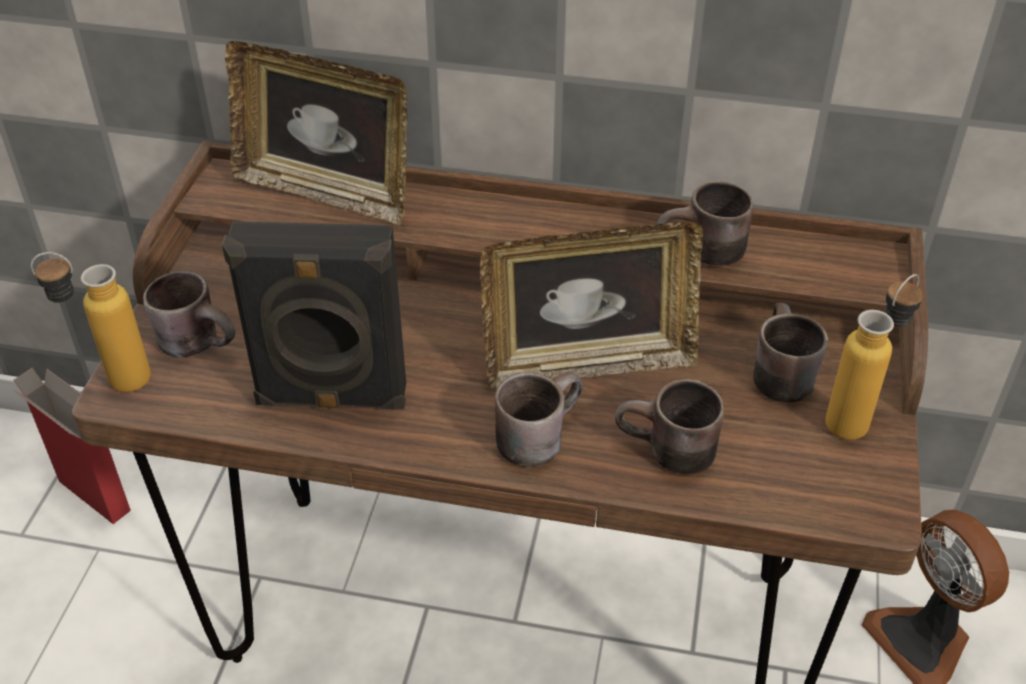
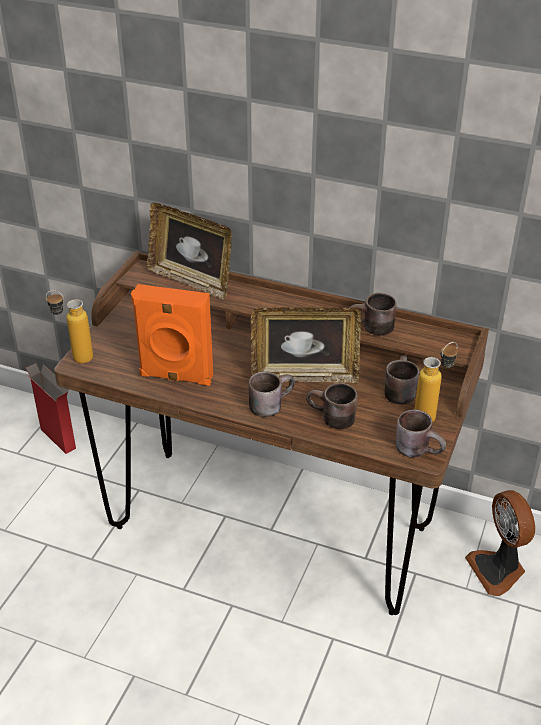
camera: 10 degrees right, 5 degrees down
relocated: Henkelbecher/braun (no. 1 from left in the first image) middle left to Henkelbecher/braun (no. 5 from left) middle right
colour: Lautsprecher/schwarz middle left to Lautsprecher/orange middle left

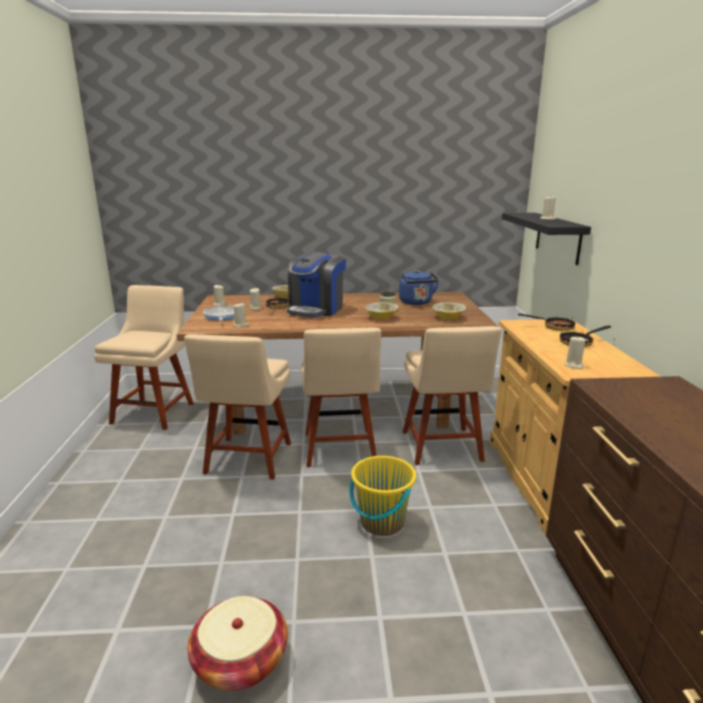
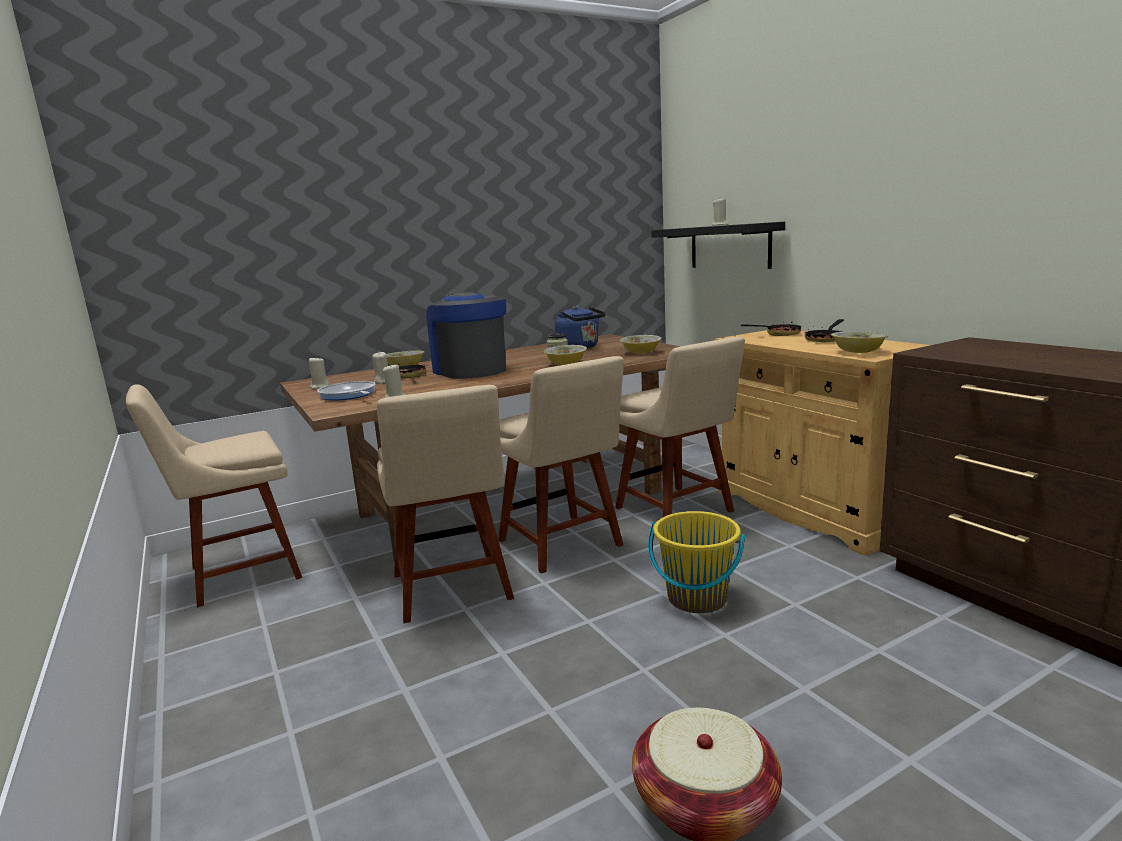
camera: 25 degrees left, 5 degrees down
exchanged: Kerze/beige (no. 5 from left) middle right to Schüssel (no. 4 from left) middle right
spun: Stuhl/beige (no. 1 from left) middle left = middle left 105 degrees counterclockwise; Kaffeemaschine centre = centre 150 degrees clockwise

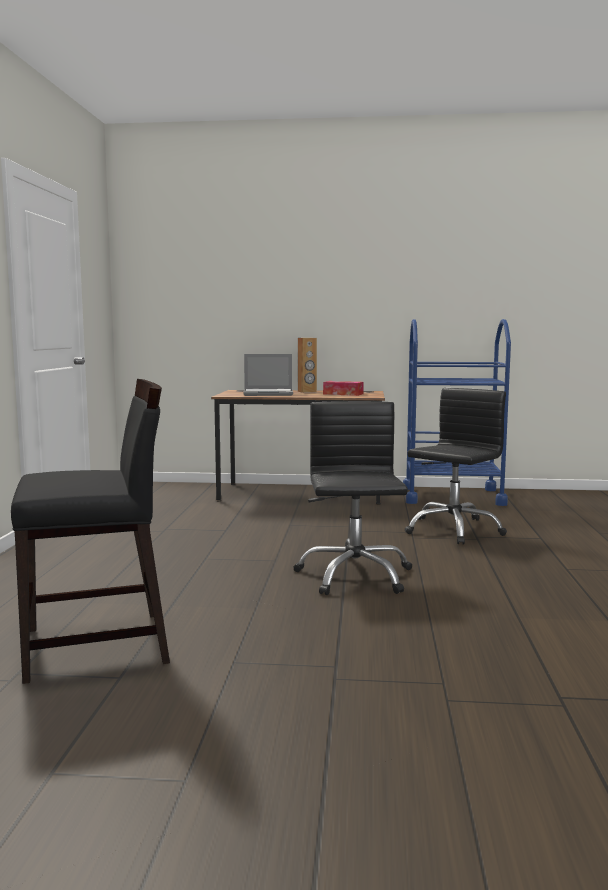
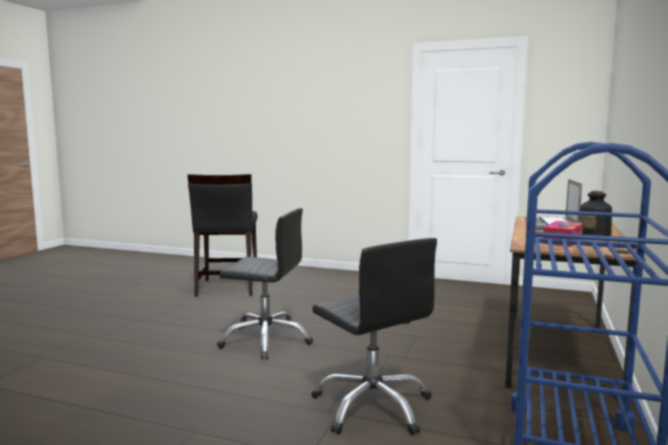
camera: 105 degrees right, 0 degrees up
exchanged: Lautsprecher/braun centre to Flasche middle right

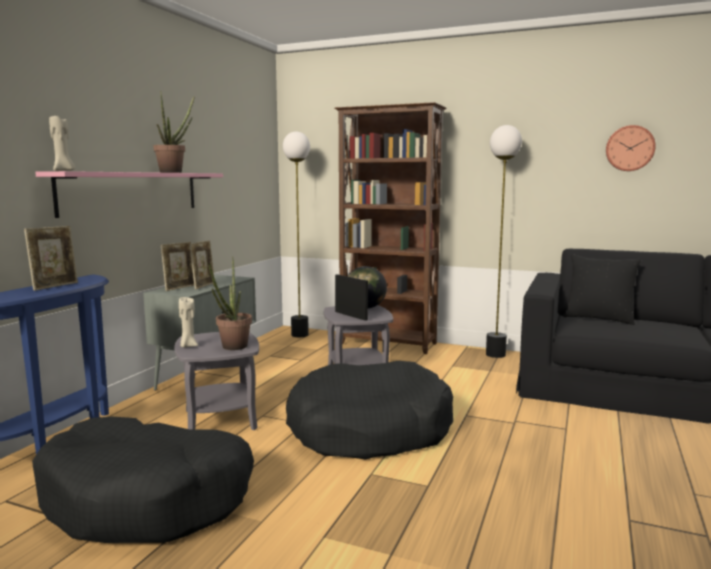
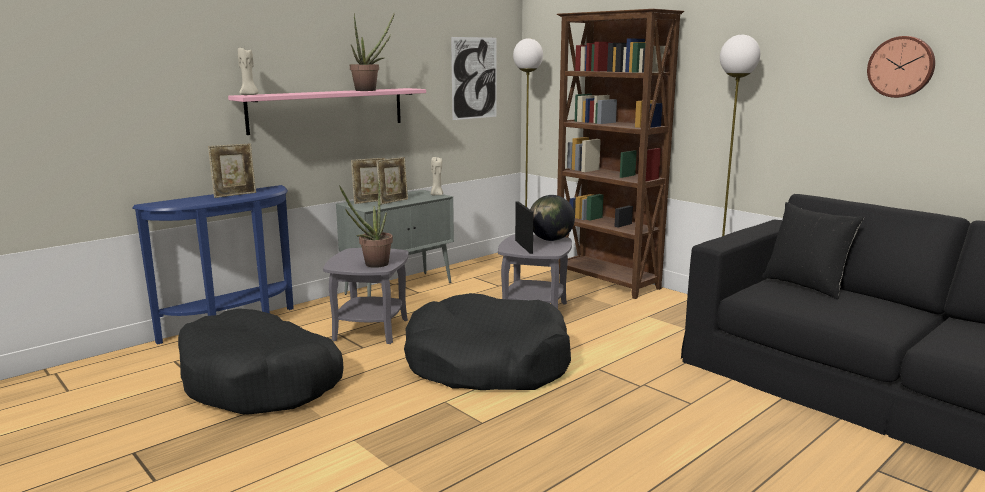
camera: 25 degrees right, 5 degrees up
appeared: Bild top centre
relocated: Kerze/beige (no. 2 from left) middle left to centre

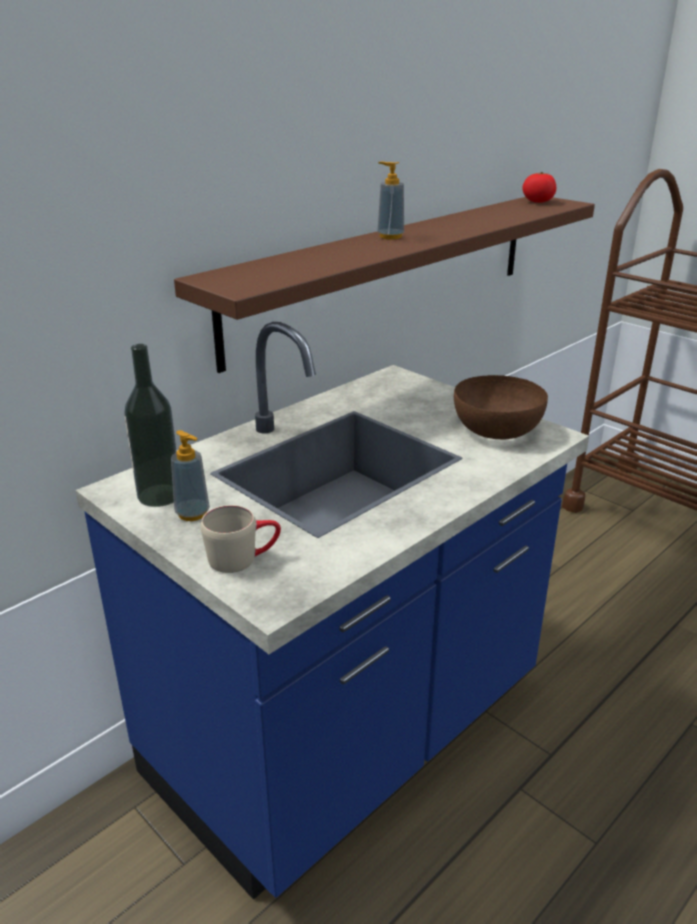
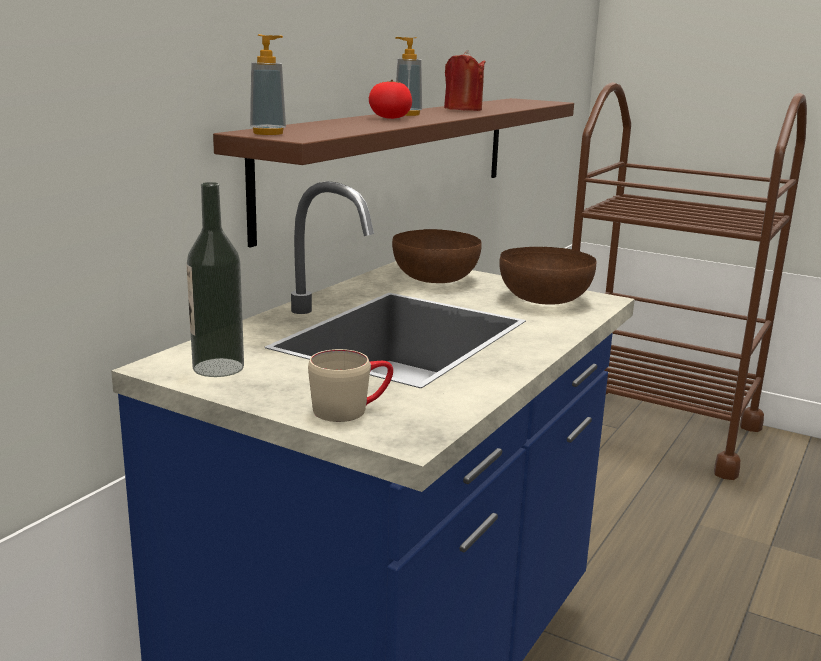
camera: 15 degrees left, 10 degrees down
appeared: Schüssel/braun (no. 1 from left) centre; Kerze/rot top centre
relocated: Seifenspender (no. 1 from left) middle left to top left; Tomate top right to top centre

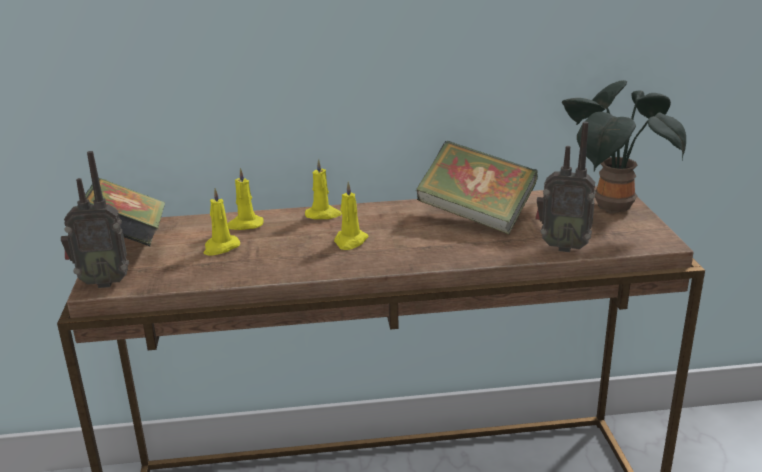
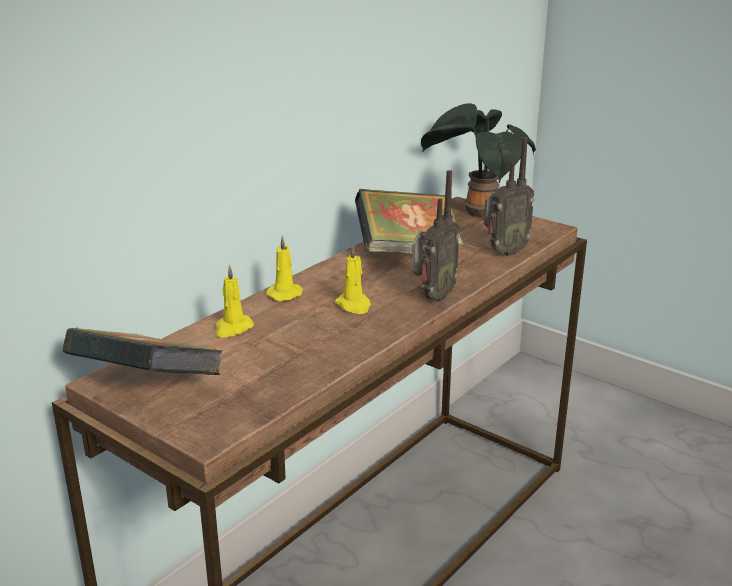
camera: 45 degrees left, 0 degrees up
missing: Kerze/gelb (no. 1 from left) middle left
relocated: Radio (no. 1 from left) middle left to centre

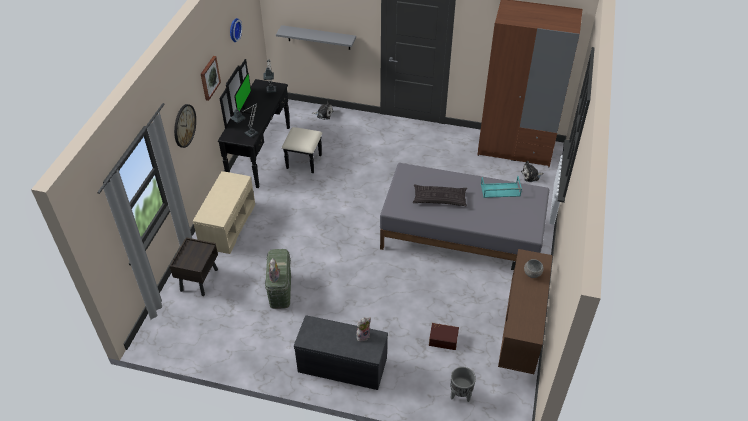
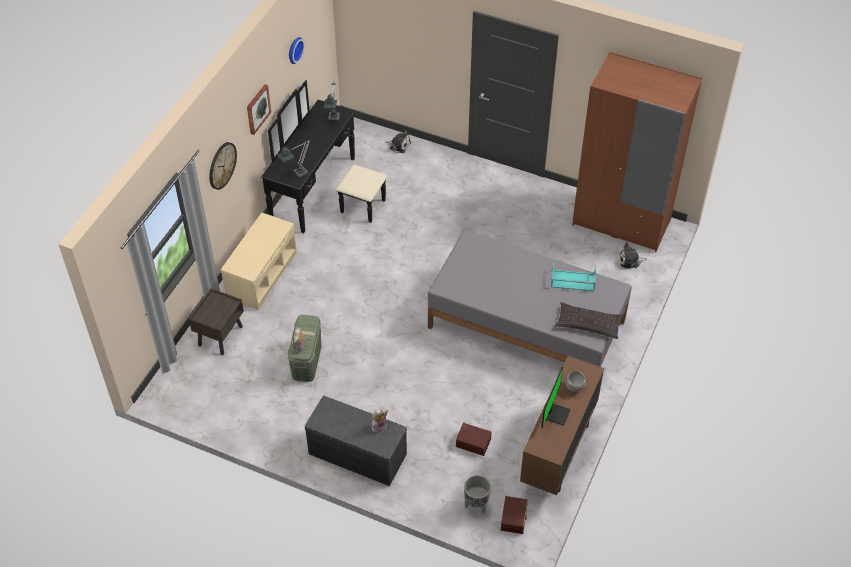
camera: 10 degrees right, 5 degrees up
missing: Wandregal/grau top centre
appeared: Aufbewahrungsbox/braun (no. 2 from left) bottom centre
relocated: Monitor top left to bottom centre; Kissen centre to middle right

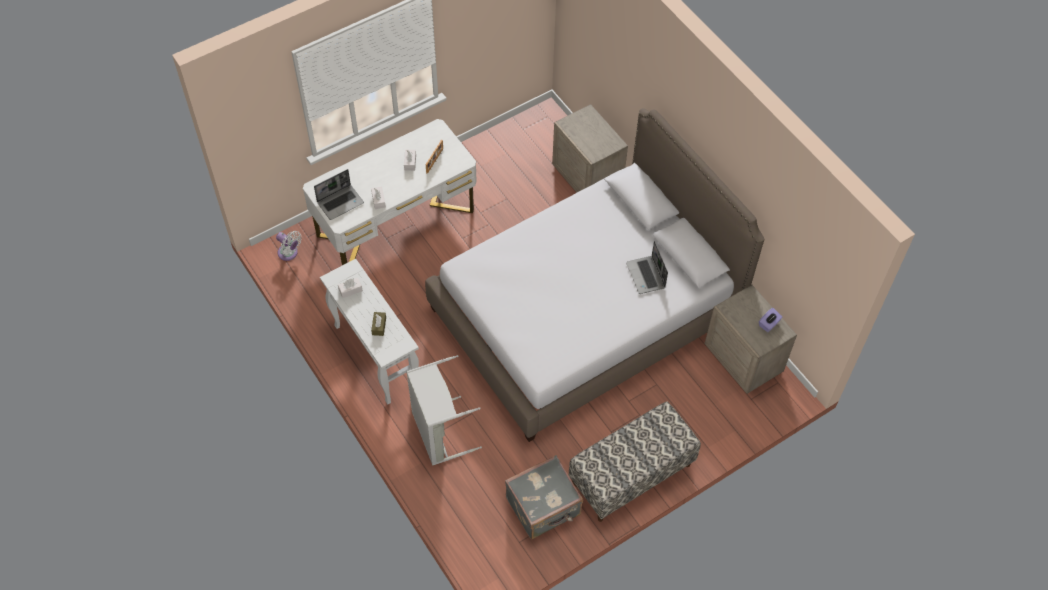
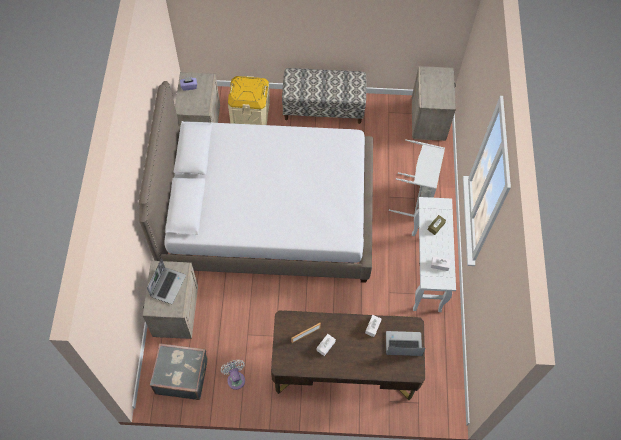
camera: 145 degrees left, 5 degrees up
appeared: Aufbewahrungsbox/beige top centre; Nachttisch/beige (no. 3 from left) top right
relocated: Laptop (no. 2 from left in the first image) centre to Laptop (no. 1 from left) middle left; Koffer/grau bottom centre to bottom left; Ventilator/weiß middle left to bottom centre
colour: Schreibtisch/weiß top centre to Schreibtisch/braun bottom centre

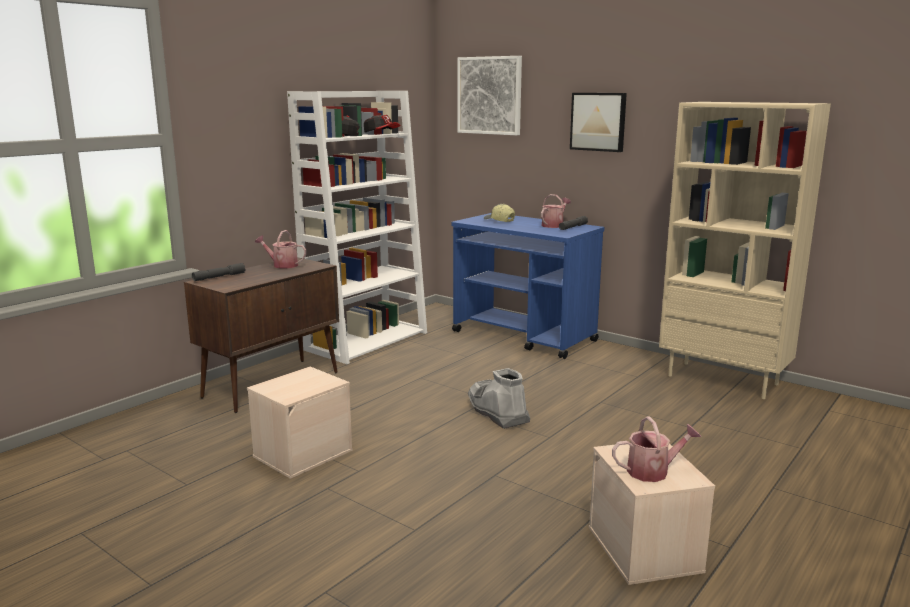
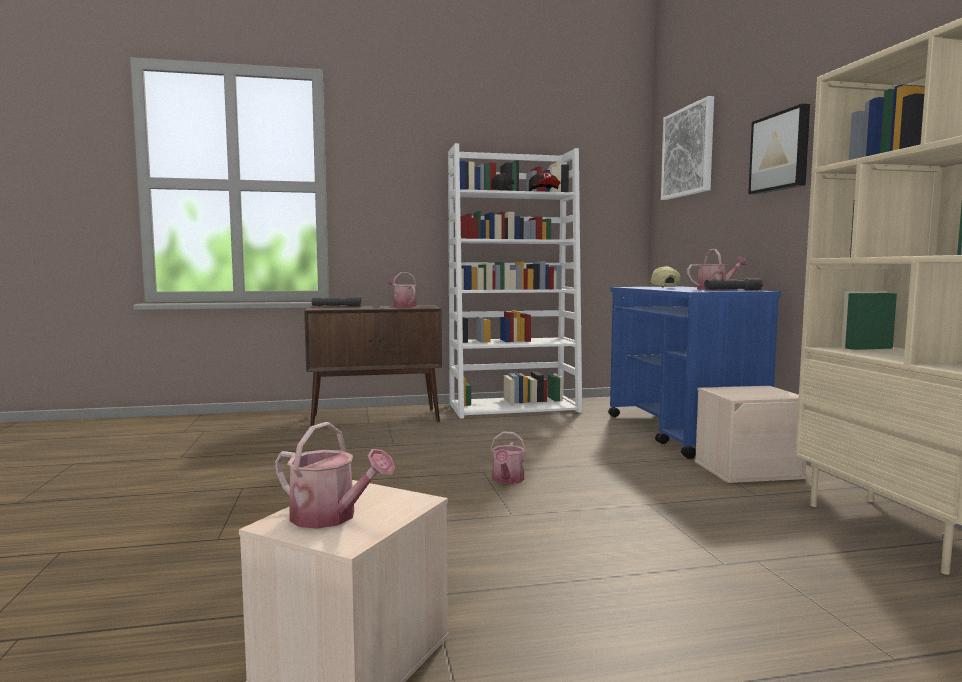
camera: 40 degrees right, 10 degrees down
relocated: Aufbewahrungsbox/beige (no. 1 from left in the first image) bottom left to Aufbewahrungsbox/beige (no. 2 from left) middle right
exchanged: Stiefel/grau centre to Gießkanne (no. 3 from left) bottom centre

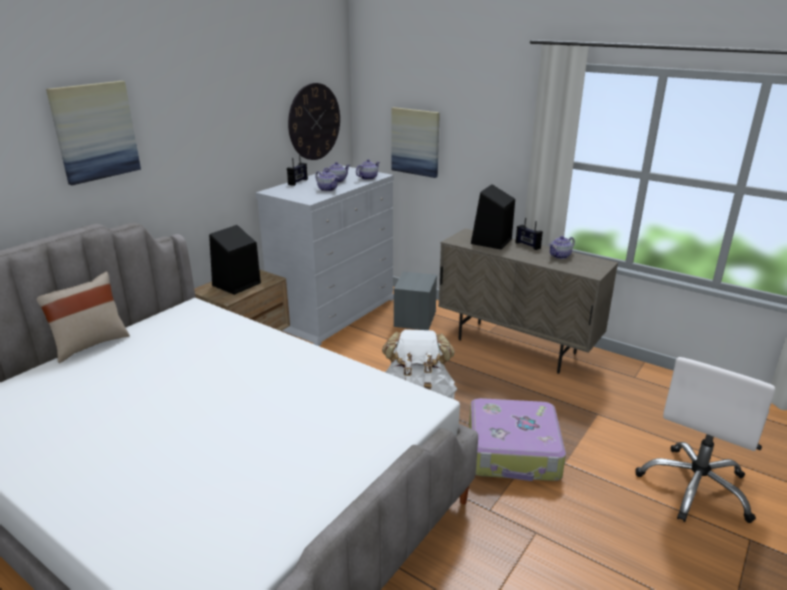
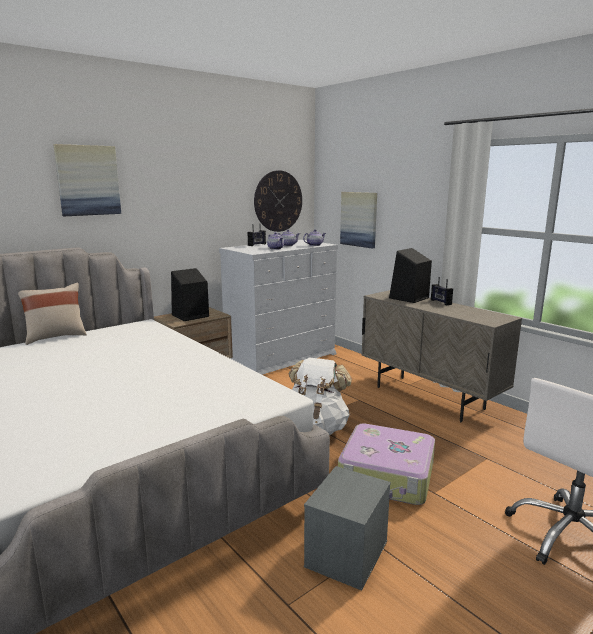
camera: 15 degrees right, 10 degrees down
missing: Teekanne (no. 4 from left) middle right
relocated: Aufbewahrungsbox/grau centre to bottom centre

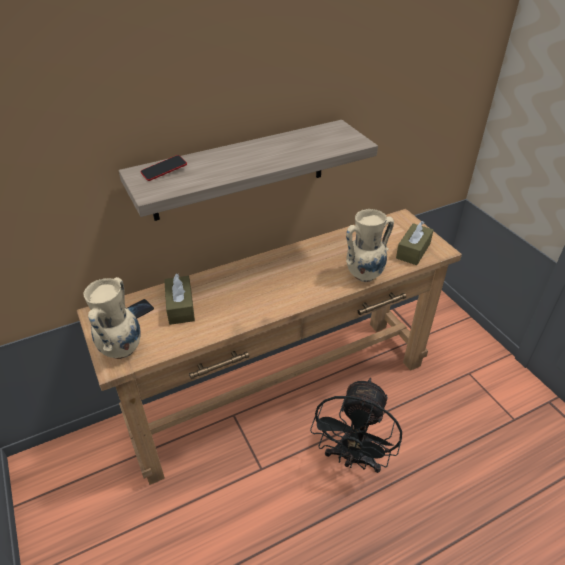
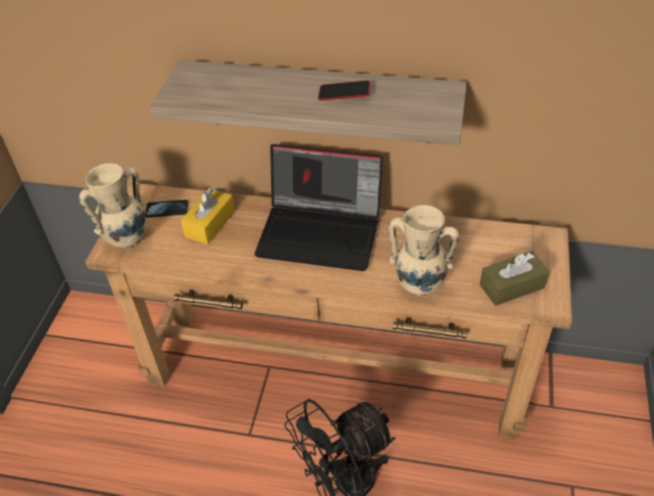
camera: 40 degrees right, 5 degrees up
appeared: Laptop centre
relocated: Handy (no. 2 from left) top left to top centre
colour: Taschentuchbox/braun (no. 1 from left) middle left to Taschentuchbox/gelb middle left

